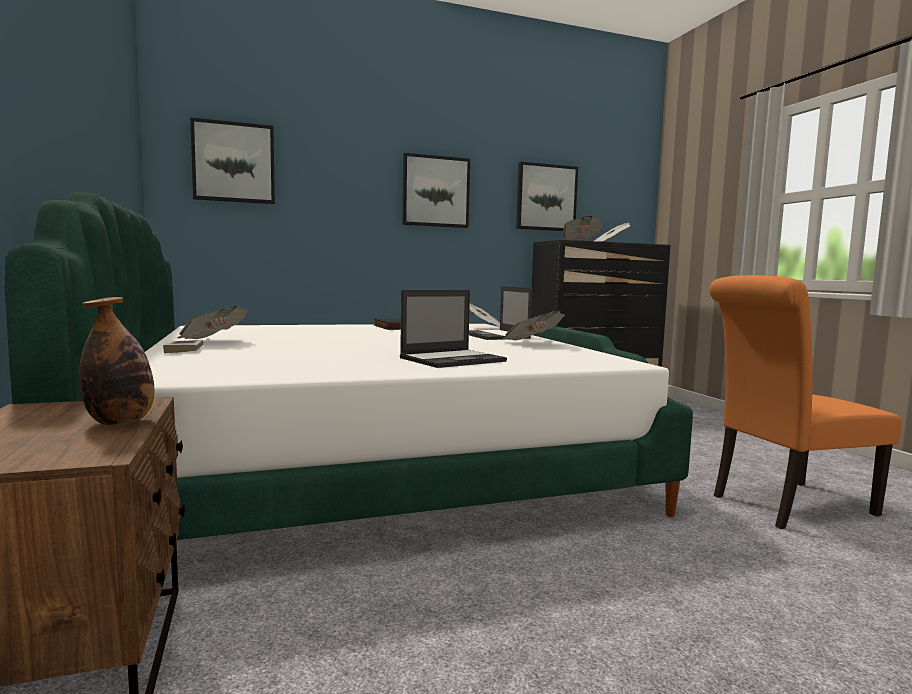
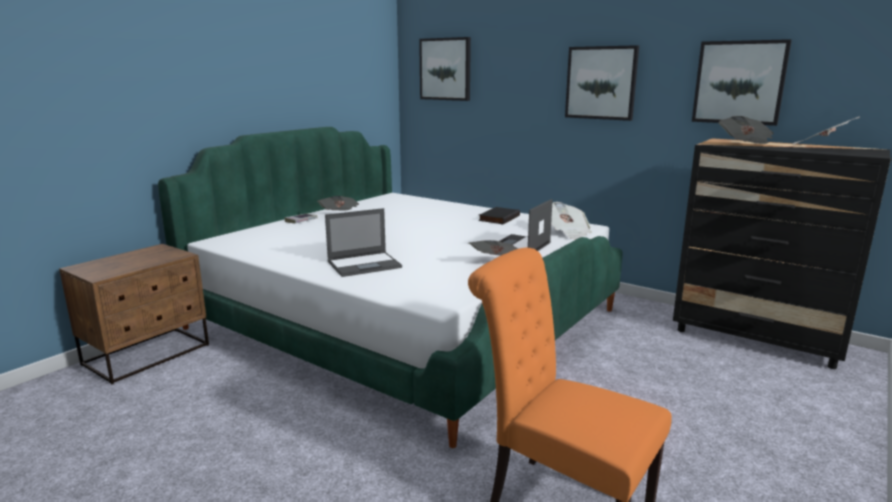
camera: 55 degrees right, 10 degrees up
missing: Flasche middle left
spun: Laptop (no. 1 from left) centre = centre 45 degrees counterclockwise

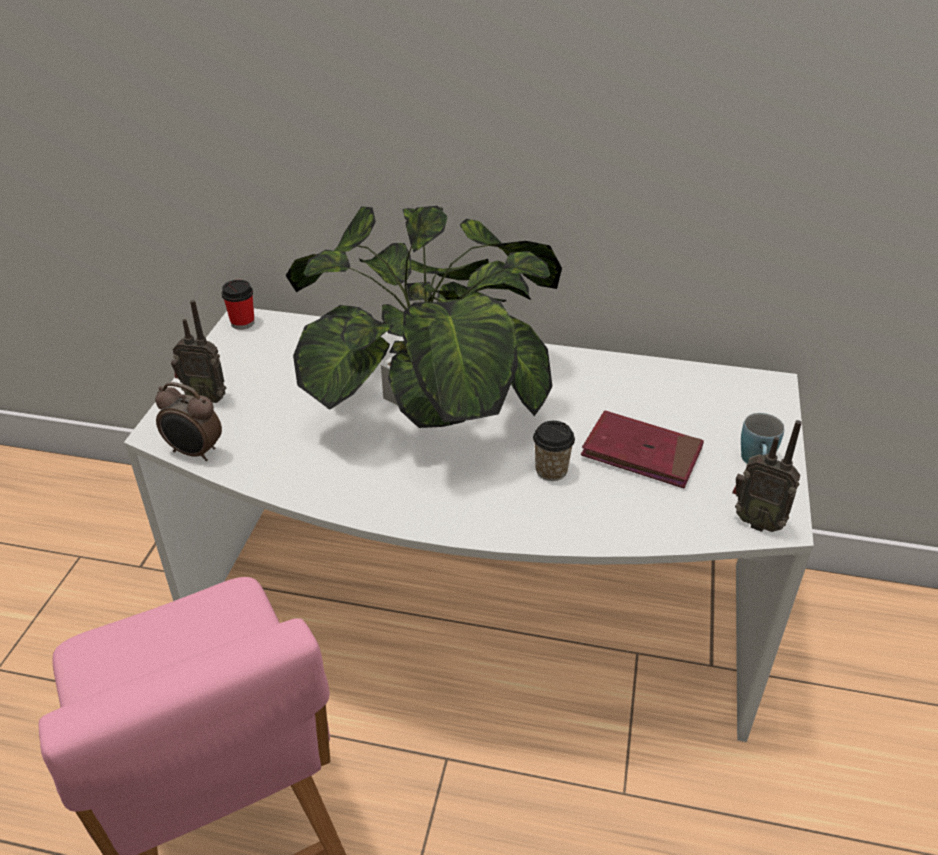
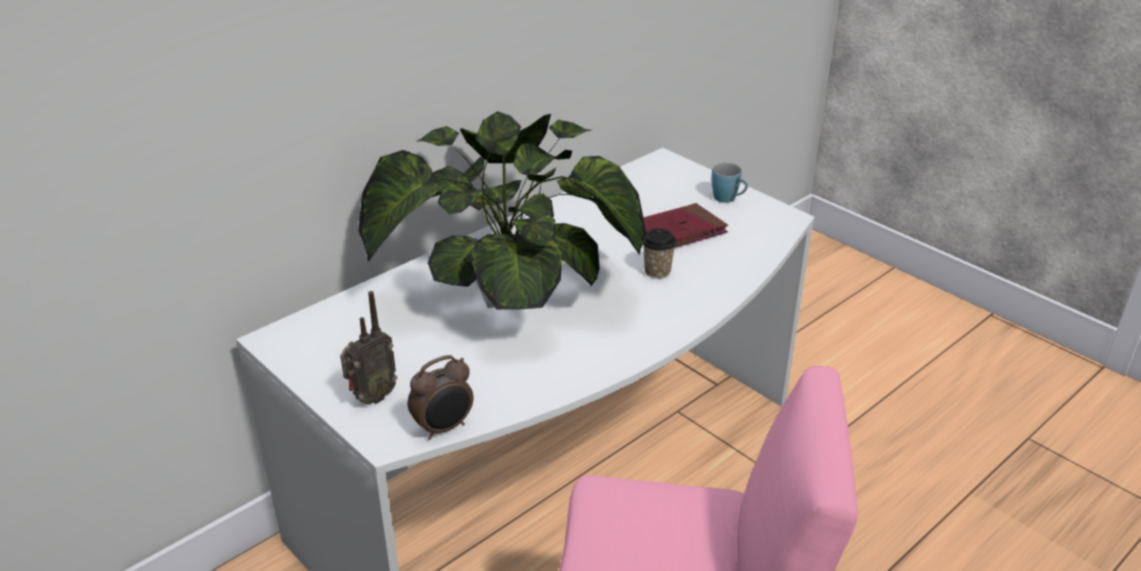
camera: 55 degrees left, 5 degrees down
missing: Tasse (no. 1 from left) middle left; Radio (no. 2 from left) middle right

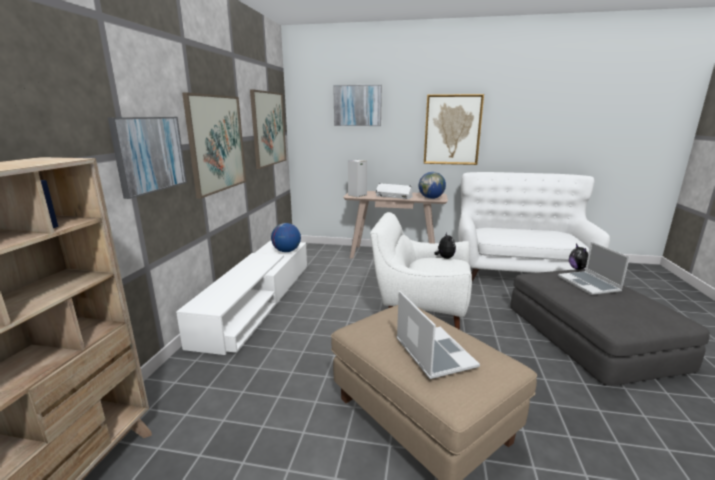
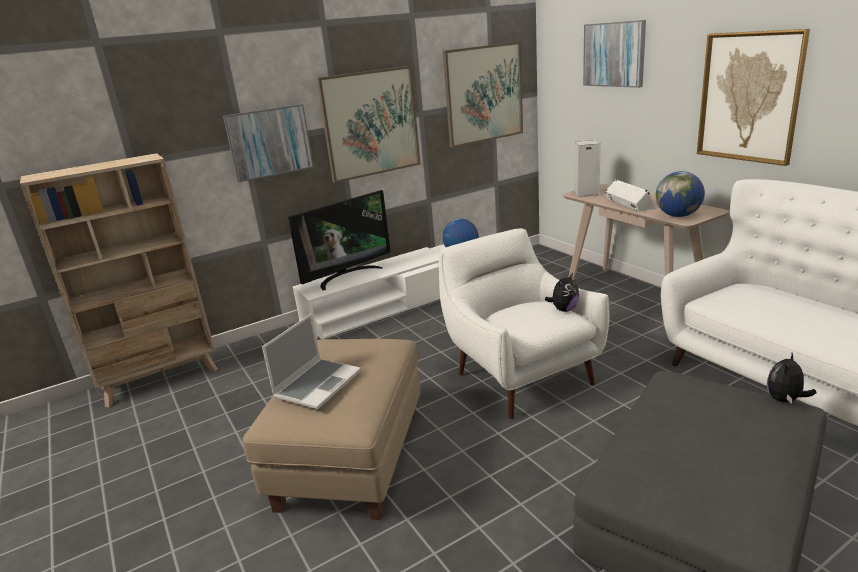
camera: 50 degrees right, 5 degrees up
missing: Laptop (no. 2 from left) middle right
appeared: Fernseher centre

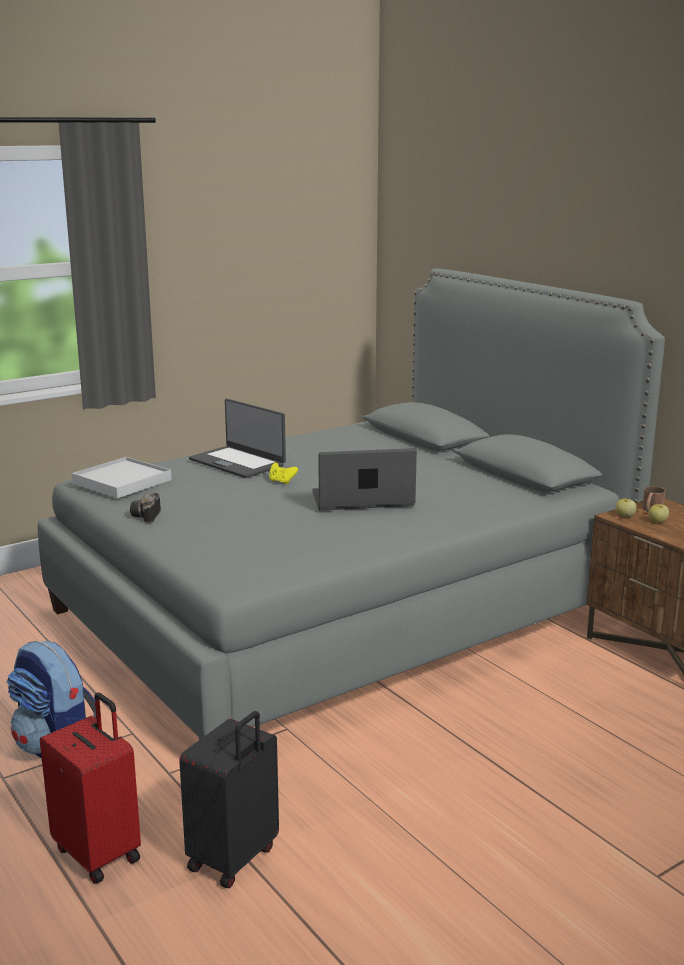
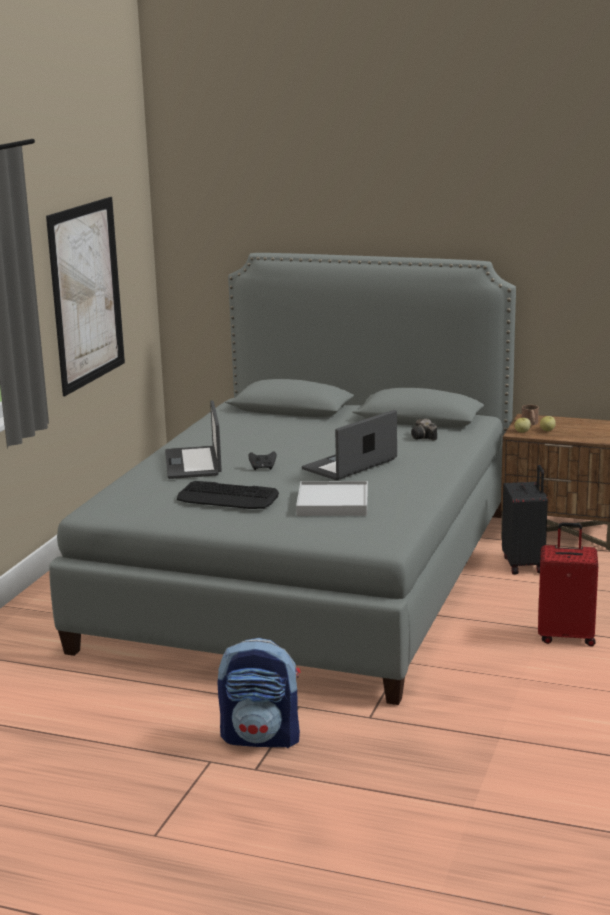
camera: 35 degrees left, 0 degrees up
appeared: Bild top left; Tastatur centre
relocated: Tablett/weiß middle left to centre; Kamera middle left to middle right; Koffer/schwarz bottom centre to middle right; Koffer/rot bottom left to middle right
colour: Gamepad/gelb centre to Gamepad/schwarz centre
spun: Laptop (no. 1 from left) centre = middle left 75 degrees clockwise

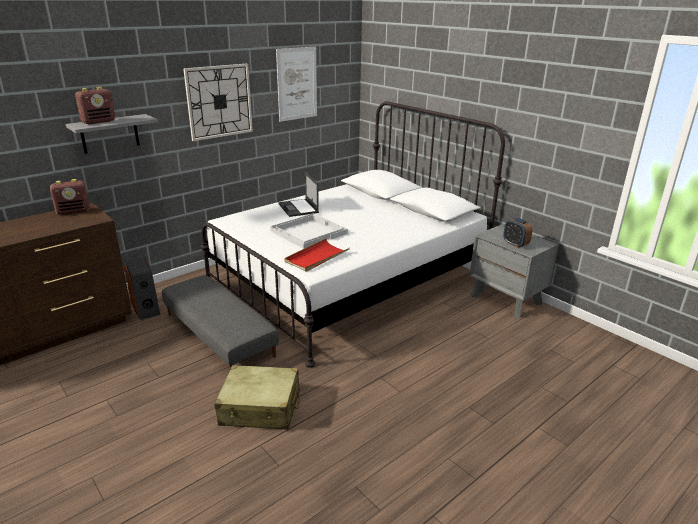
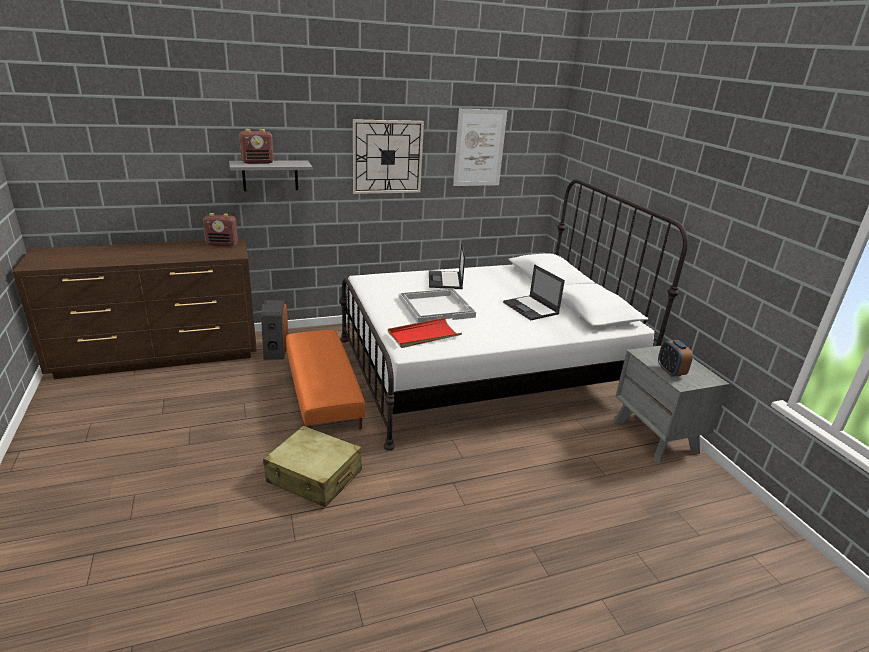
camera: 20 degrees right, 0 degrees up
appeared: Laptop (no. 2 from left) centre
colour: Polsterhocker/grau middle left to Polsterhocker/orange centre

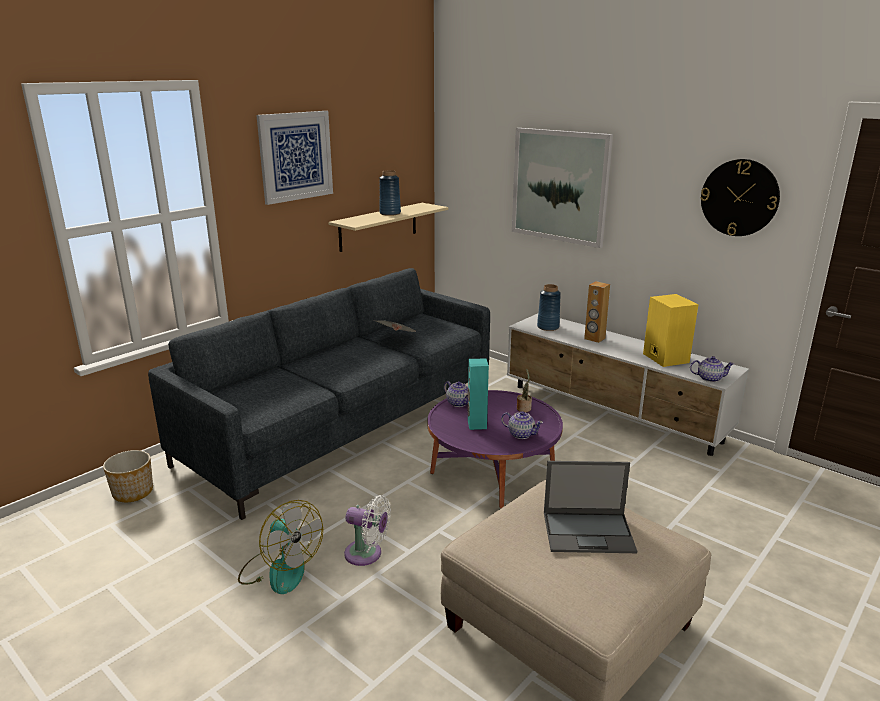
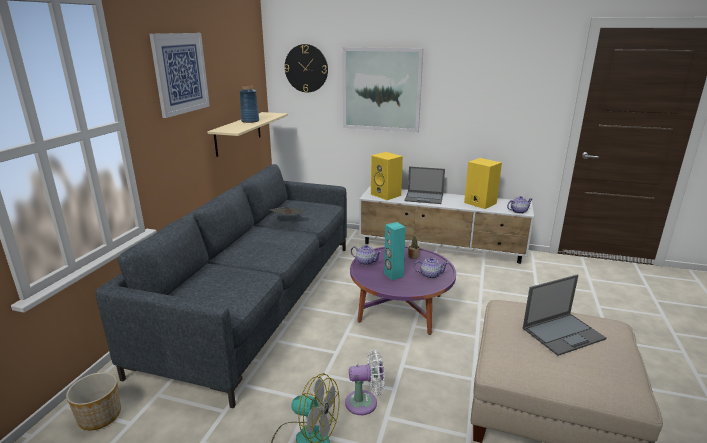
camera: 25 degrees left, 0 degrees up
relocated: Wanduhr top right to top centre
exchanged: Vase/blau (no. 2 from left) centre to Lautsprecher/gelb (no. 1 from left) centre; Lautsprecher/braun middle right to Laptop (no. 1 from left) centre

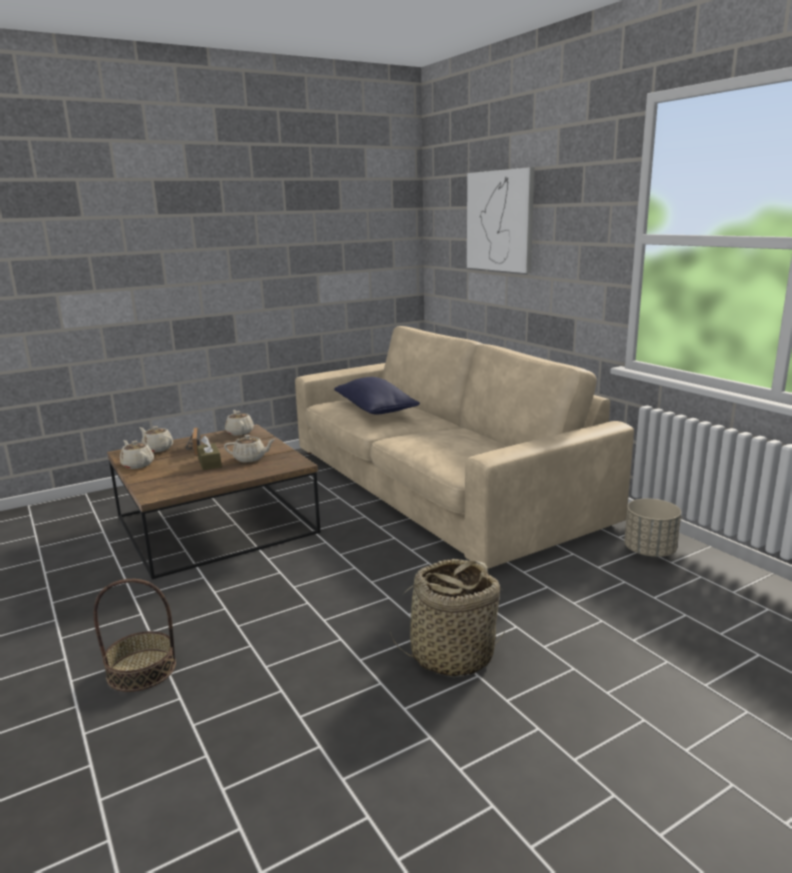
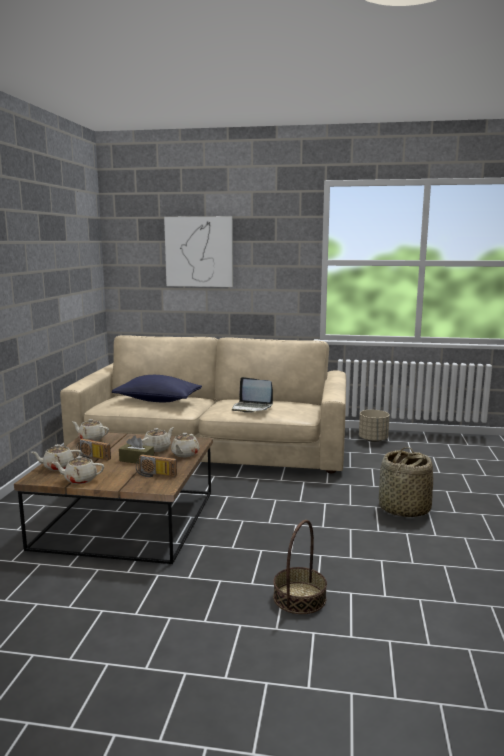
camera: 50 degrees left, 5 degrees down
appeared: Radio (no. 2 from left) middle left; Teekanne/beige (no. 5 from left) centre; Laptop centre

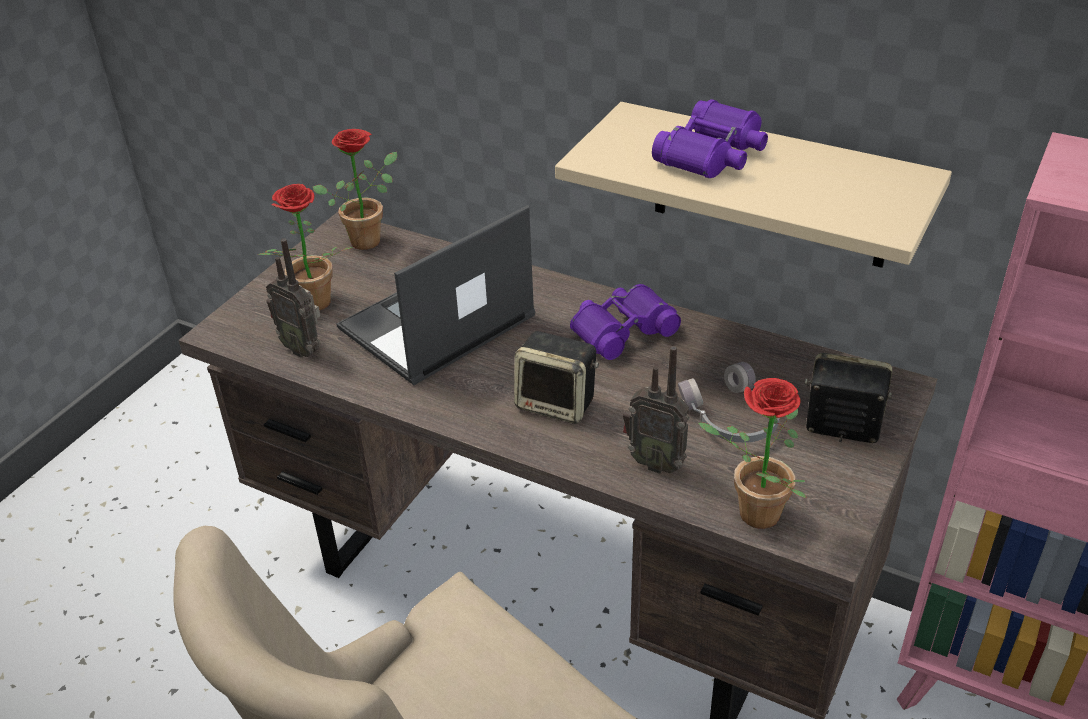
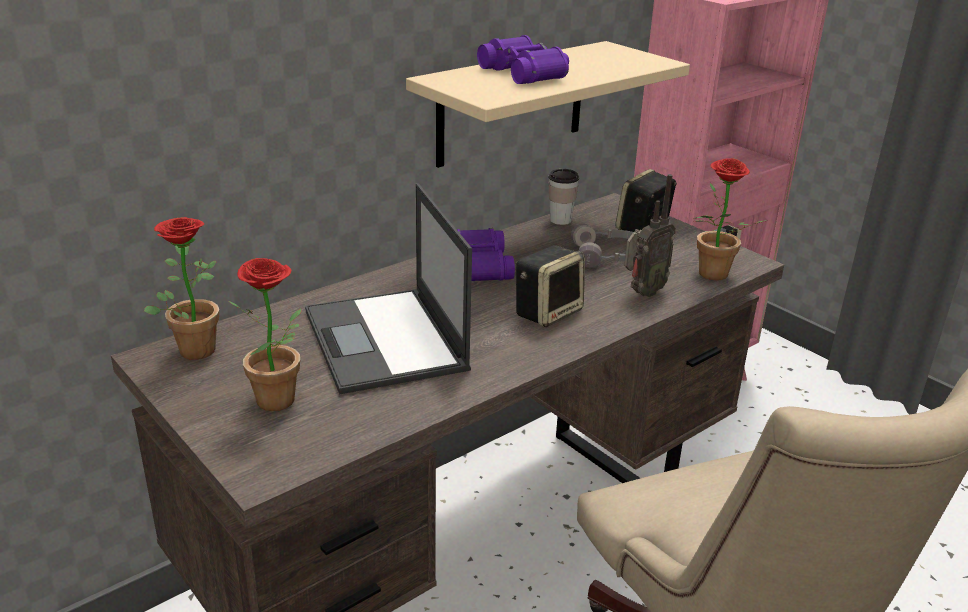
camera: 70 degrees left, 10 degrees down
missing: Radio (no. 1 from left) middle left
appeared: Tasse top centre

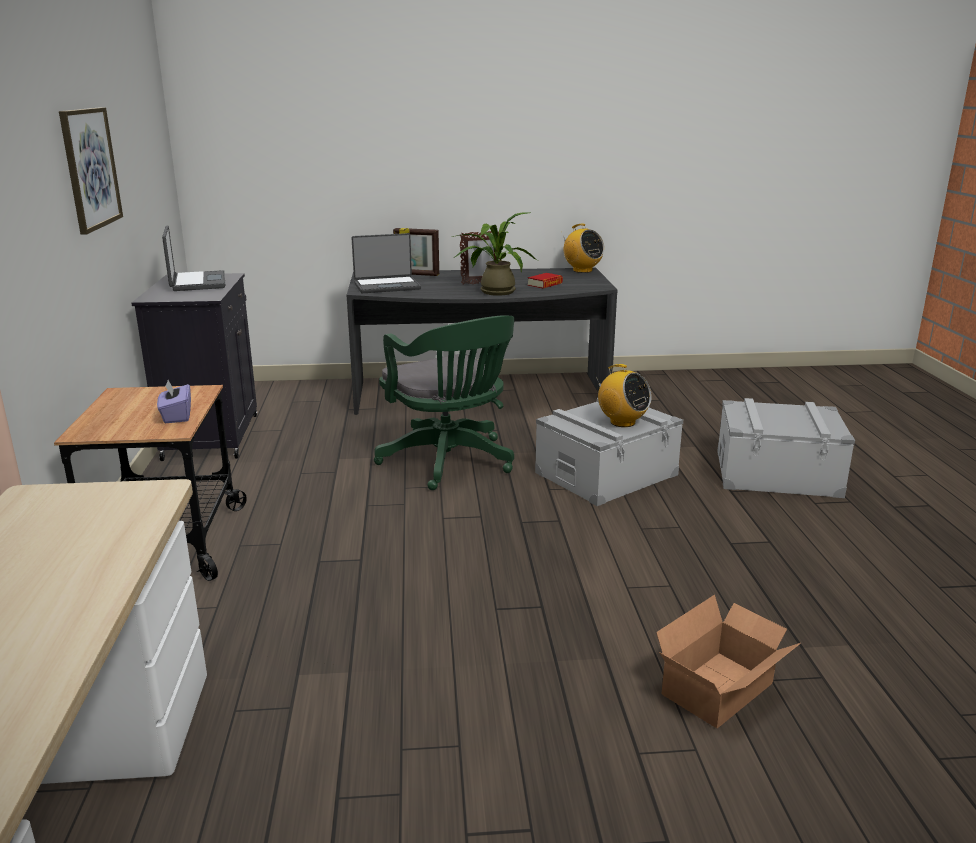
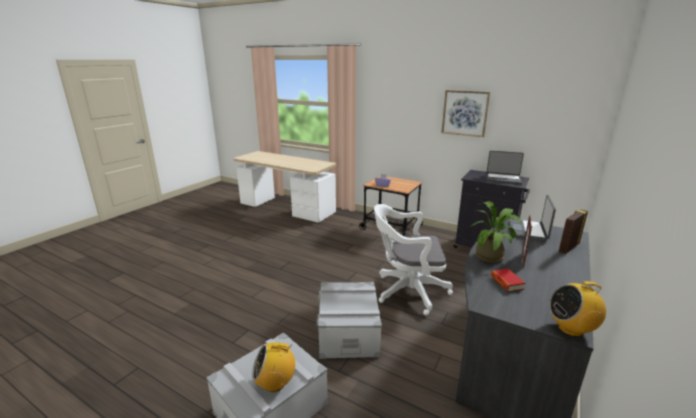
camera: 125 degrees right, 0 degrees up
missing: Karton bottom right
relocated: Radio (no. 2 from left in the first image) centre to Radio (no. 1 from left) bottom centre
colour: Bürostuhl/grün centre to Bürostuhl/weiß centre

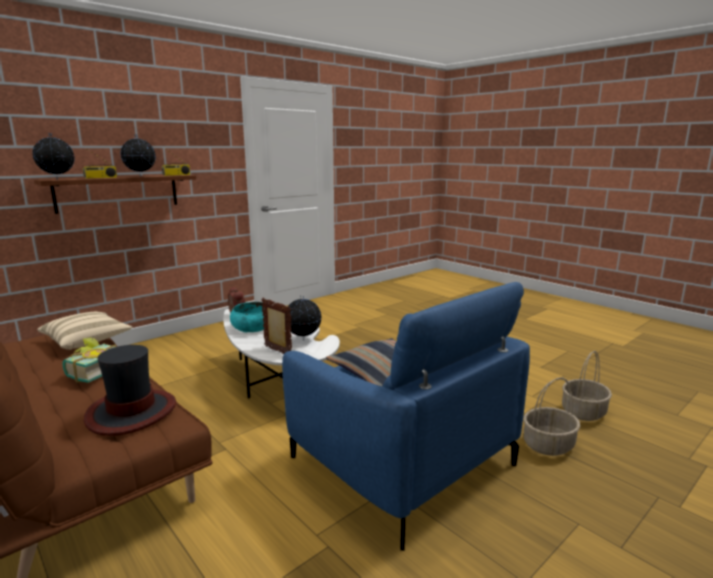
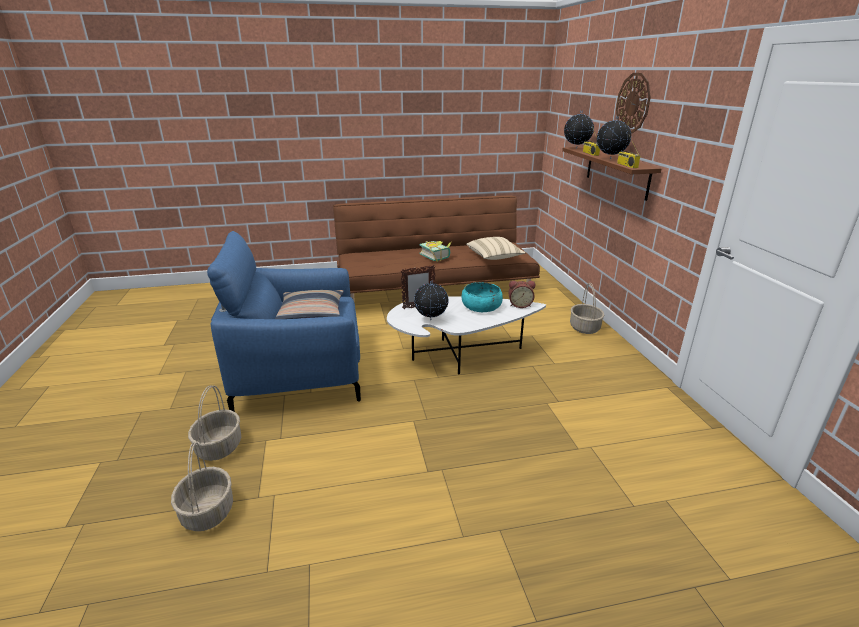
camera: 120 degrees right, 10 degrees up
missing: Hut bottom left
appeared: Korb (no. 3 from left) middle right; Wanduhr top right

